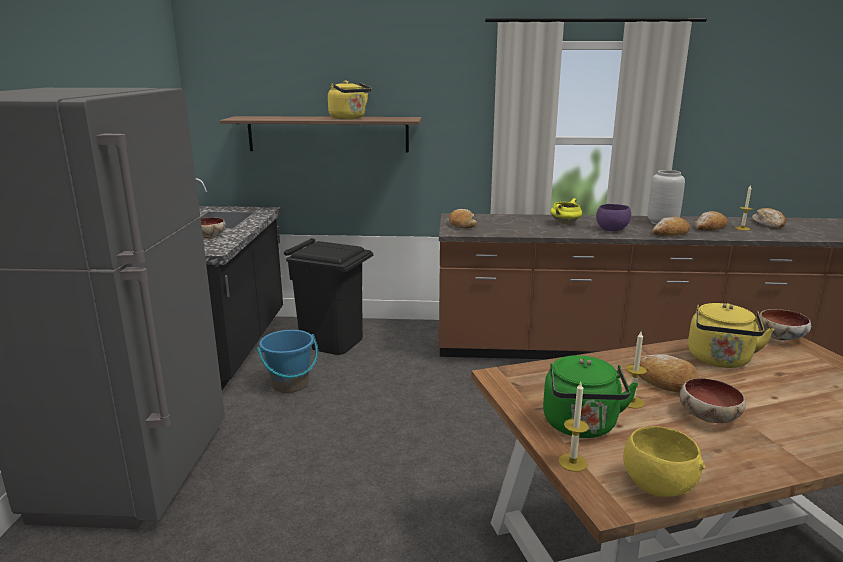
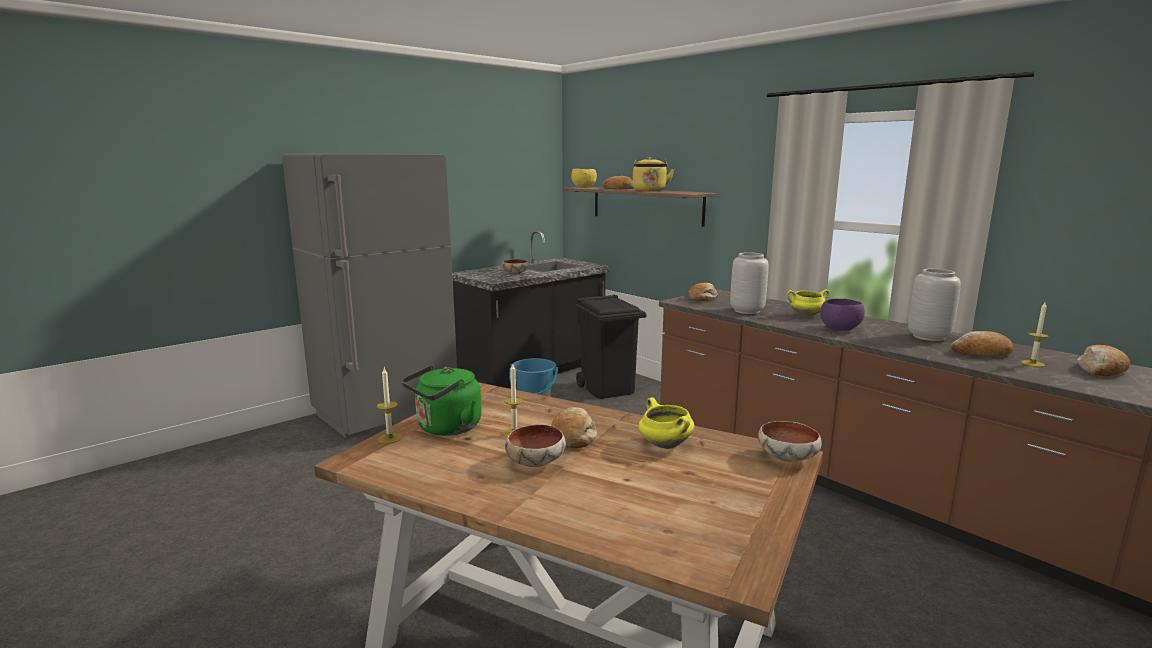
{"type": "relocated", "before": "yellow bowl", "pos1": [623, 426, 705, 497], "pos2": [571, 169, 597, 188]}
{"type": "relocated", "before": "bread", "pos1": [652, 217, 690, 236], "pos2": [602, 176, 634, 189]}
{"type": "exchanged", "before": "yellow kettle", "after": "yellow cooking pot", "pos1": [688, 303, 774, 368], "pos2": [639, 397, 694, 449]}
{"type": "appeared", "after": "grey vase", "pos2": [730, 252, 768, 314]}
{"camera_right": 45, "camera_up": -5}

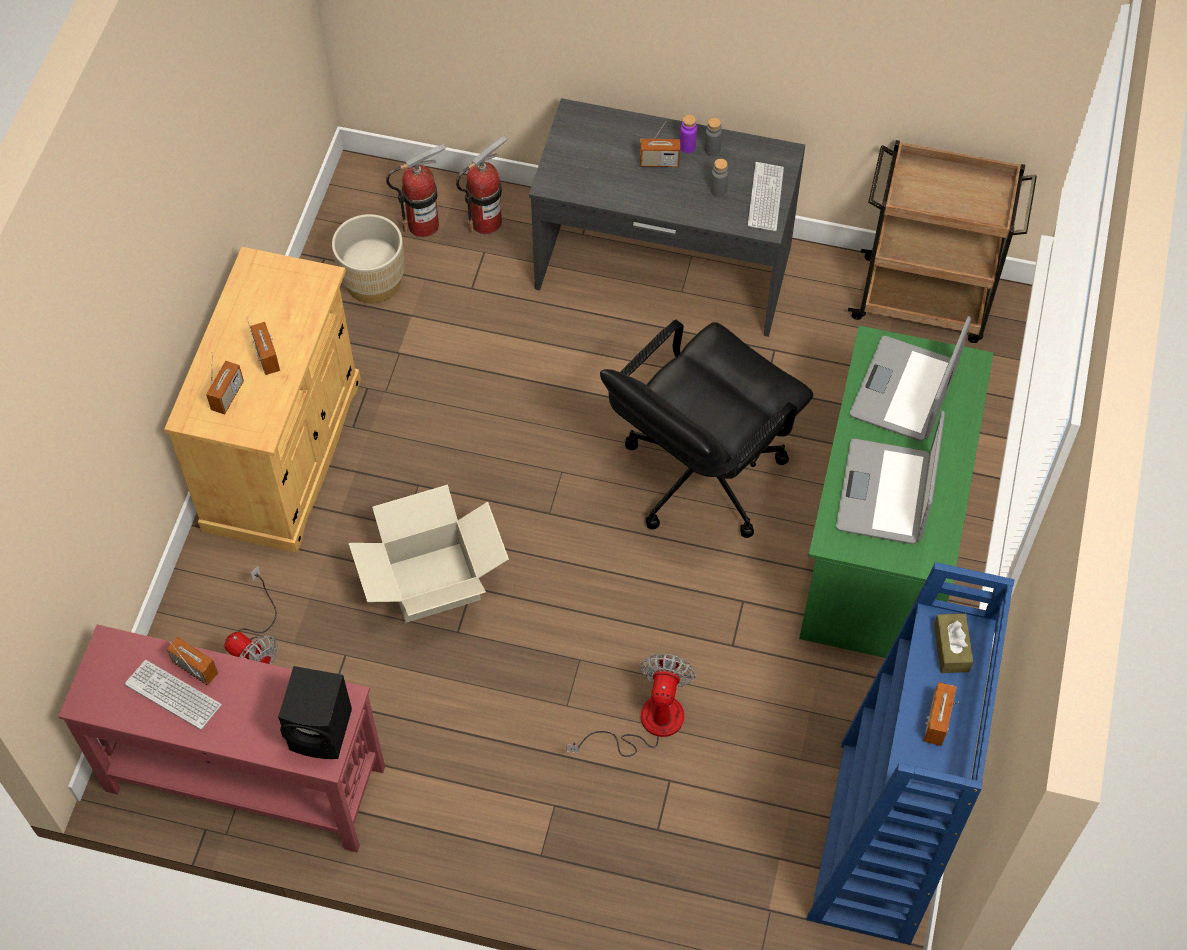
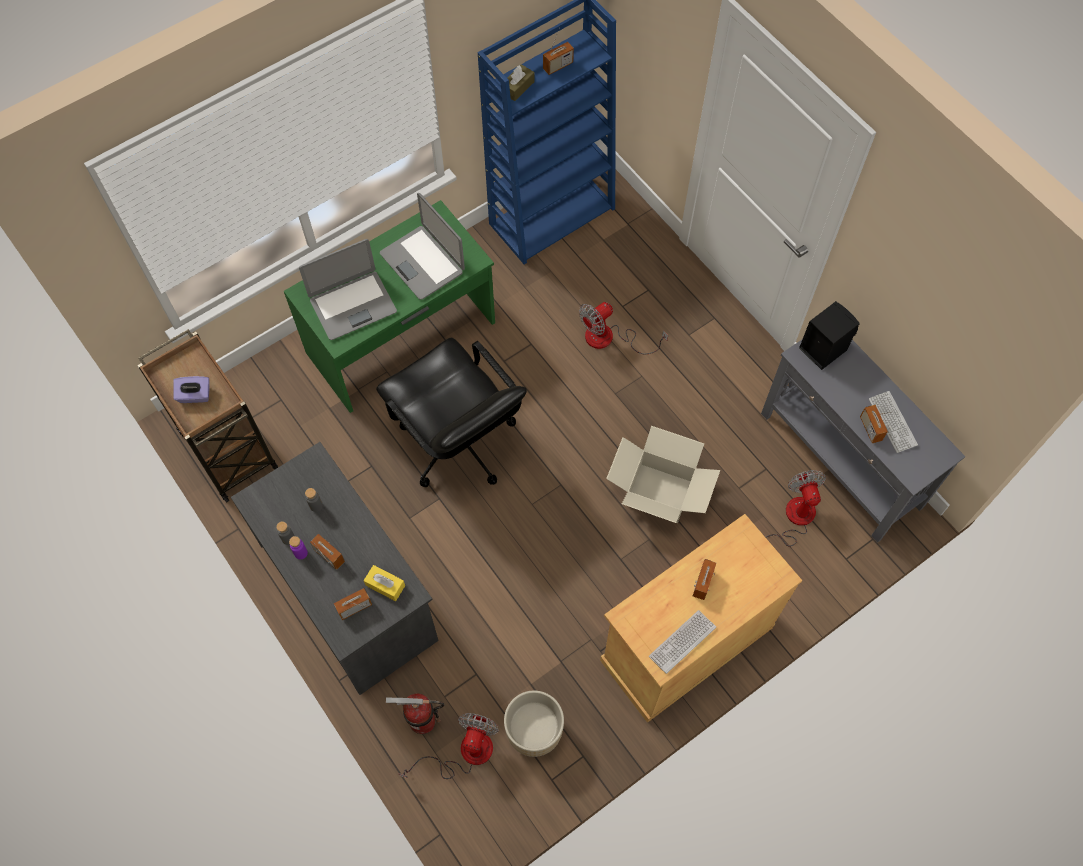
{"type": "appeared", "after": "purple tissue box", "pos2": [173, 376, 210, 403]}
{"type": "relocated", "before": "radio", "pos1": [206, 351, 244, 415], "pos2": [334, 588, 372, 620]}
{"type": "appeared", "after": "yellow tissue box", "pos2": [364, 565, 405, 601]}
{"type": "spun", "before": "black office chair", "pos1": [600, 320, 813, 538], "pos2": [376, 337, 527, 487], "turn": 60}
{"type": "spun", "before": "laptop", "pos1": [836, 410, 945, 544], "pos2": [380, 193, 465, 300], "turn": 90}
{"type": "exchanged", "before": "fire extinguisher", "after": "fan", "pos1": [386, 144, 446, 237], "pos2": [398, 713, 499, 779]}
{"type": "relocated", "before": "keyboard", "pos1": [748, 162, 784, 231], "pos2": [649, 610, 716, 674]}
{"type": "colour", "before": "red console table", "after": "grey console table", "pos1": [58, 624, 385, 852], "pos2": [761, 340, 966, 543]}
{"camera_right": -140, "camera_up": 5}

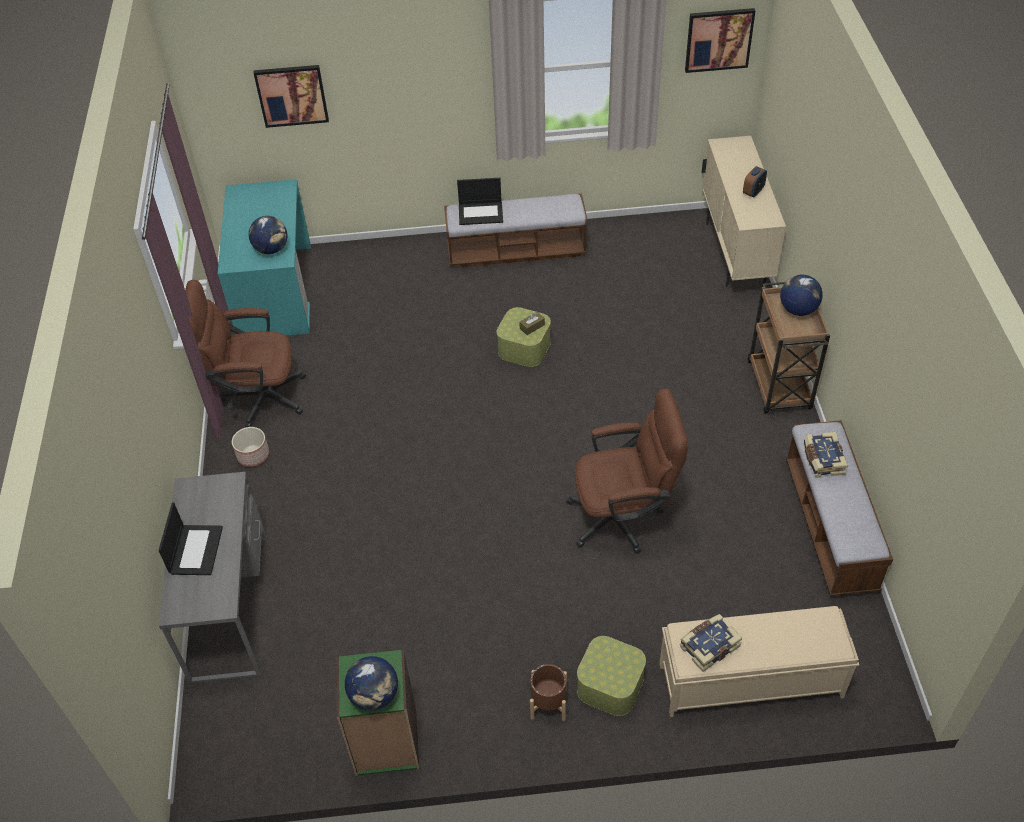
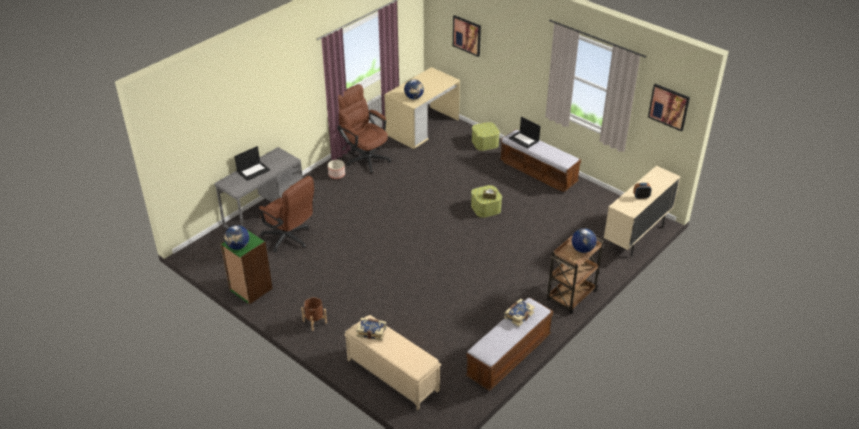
{"type": "relocated", "before": "brown office chair", "pos1": [566, 389, 688, 554], "pos2": [259, 176, 315, 252]}
{"type": "colour", "before": "turquoise desk", "after": "beige desk", "pos1": [218, 179, 311, 336], "pos2": [384, 67, 460, 149]}
{"type": "relocated", "before": "storage box", "pos1": [577, 636, 646, 716], "pos2": [472, 122, 500, 151]}
{"camera_right": 45, "camera_up": -10}

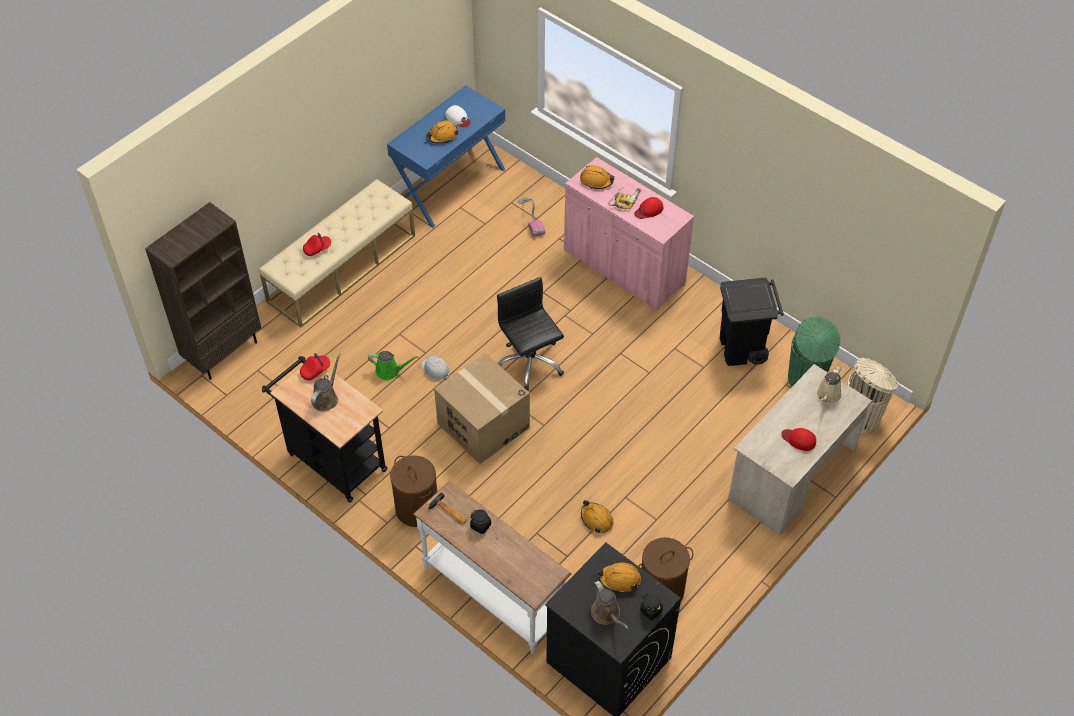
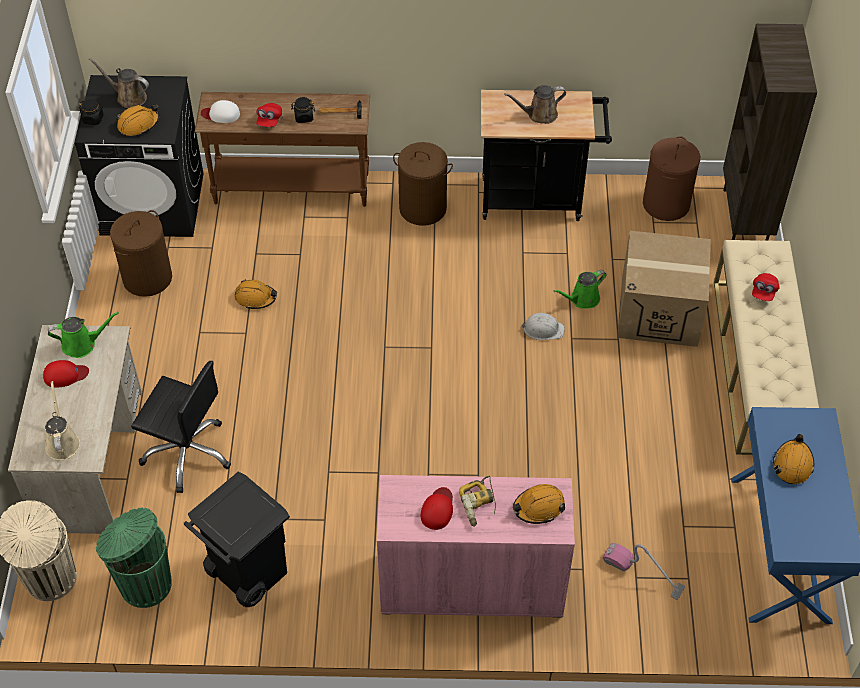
{"type": "appeared", "after": "green watering can", "pos2": [48, 312, 119, 358]}
{"type": "relocated", "before": "black office chair", "pos1": [497, 277, 564, 391], "pos2": [131, 361, 231, 493]}
{"type": "colour", "before": "white console table", "after": "brown console table", "pos1": [413, 480, 572, 654], "pos2": [195, 92, 370, 207]}
{"type": "relocated", "before": "white cap", "pos1": [445, 105, 471, 127], "pos2": [201, 100, 240, 123]}
{"type": "relocated", "before": "red cap", "pos1": [300, 353, 330, 381], "pos2": [256, 103, 282, 127]}
{"type": "spun", "before": "brown watering can", "pos1": [311, 354, 341, 411], "pos2": [504, 85, 566, 124], "turn": 90}
{"type": "relocated", "before": "cardboard box", "pos1": [434, 353, 530, 464], "pos2": [617, 231, 711, 347]}
{"type": "appeared", "after": "brown laundry basket", "pos2": [643, 136, 700, 221]}
{"camera_right": 140, "camera_up": 0}

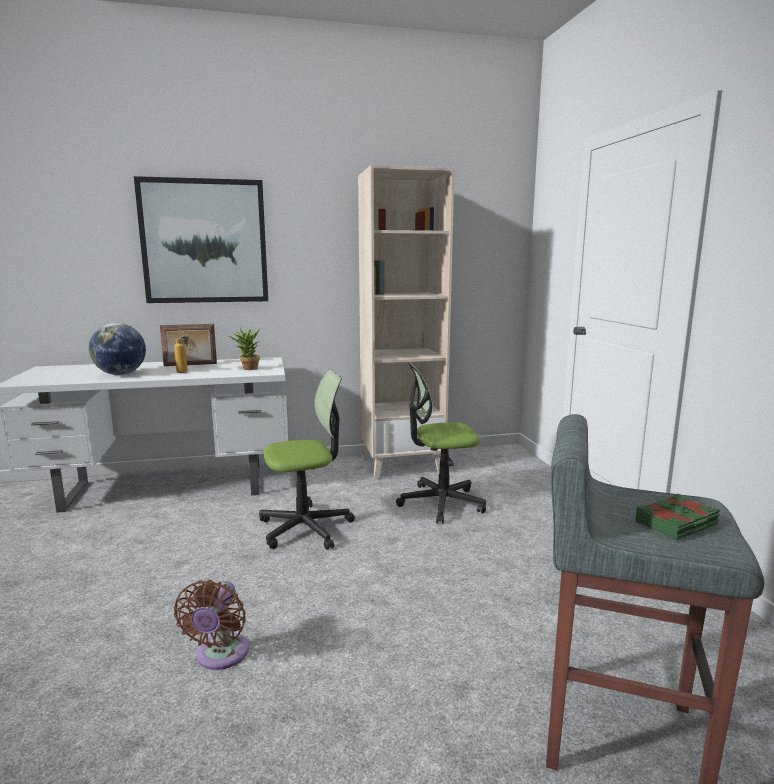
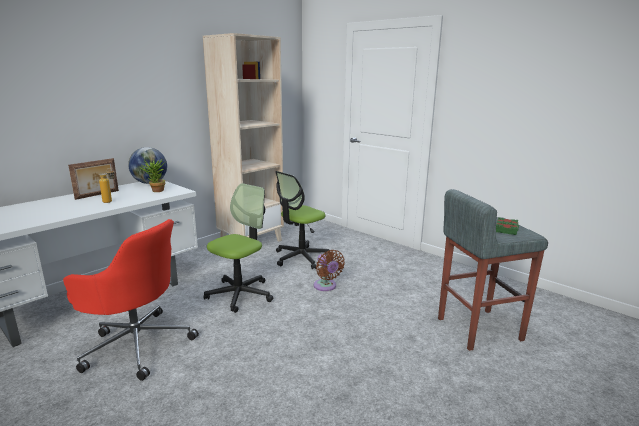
{"type": "appeared", "after": "red office chair", "pos2": [63, 219, 199, 381]}
{"type": "relocated", "before": "globe", "pos1": [89, 323, 146, 375], "pos2": [128, 147, 167, 184]}
{"type": "relocated", "before": "brown fan", "pos1": [174, 580, 249, 670], "pos2": [314, 250, 345, 291]}
{"type": "missing", "before": "picture", "pos1": [134, 176, 268, 303]}
{"camera_right": -35, "camera_up": 5}

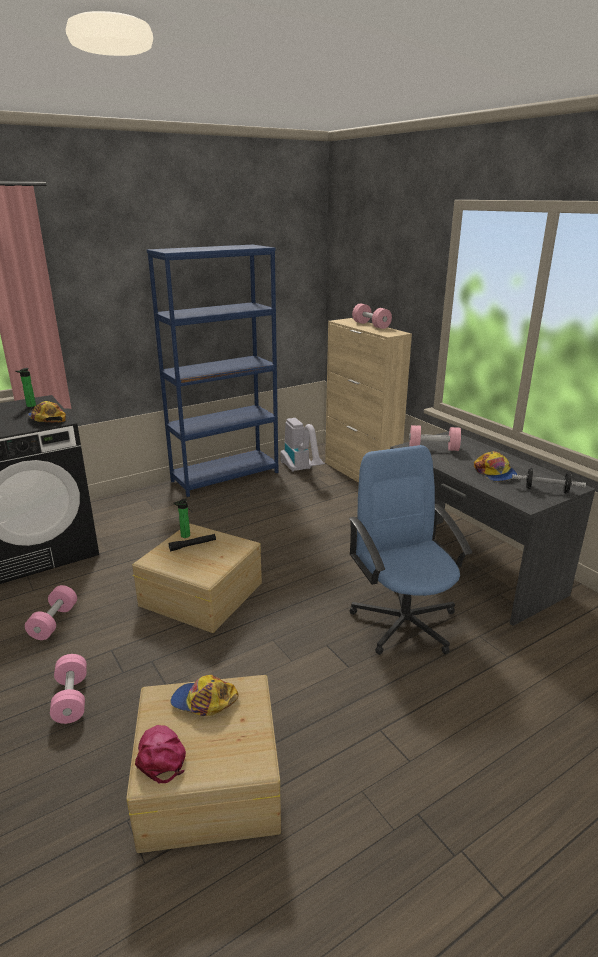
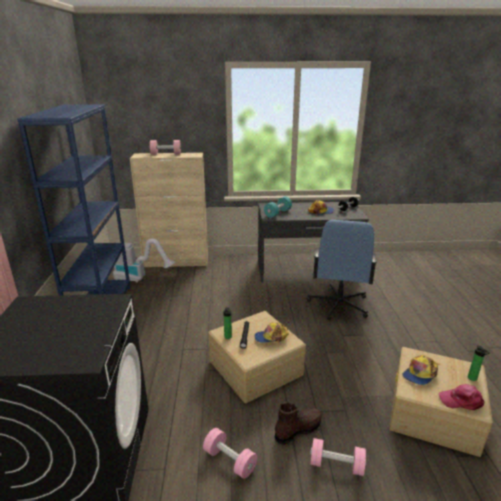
{"type": "relocated", "before": "cap", "pos1": [28, 401, 66, 422], "pos2": [255, 322, 289, 343]}
{"type": "colour", "before": "pink dumbbell", "after": "turquoise dumbbell", "pos1": [409, 425, 461, 451], "pos2": [264, 196, 292, 218]}
{"type": "appeared", "after": "brown boot", "pos2": [275, 402, 322, 445]}
{"type": "spun", "before": "blue office chair", "pos1": [349, 445, 472, 655], "pos2": [307, 220, 377, 320], "turn": -90}
{"type": "relocated", "before": "bottle", "pos1": [15, 368, 36, 407], "pos2": [468, 345, 490, 381]}
{"camera_right": -60, "camera_up": 0}

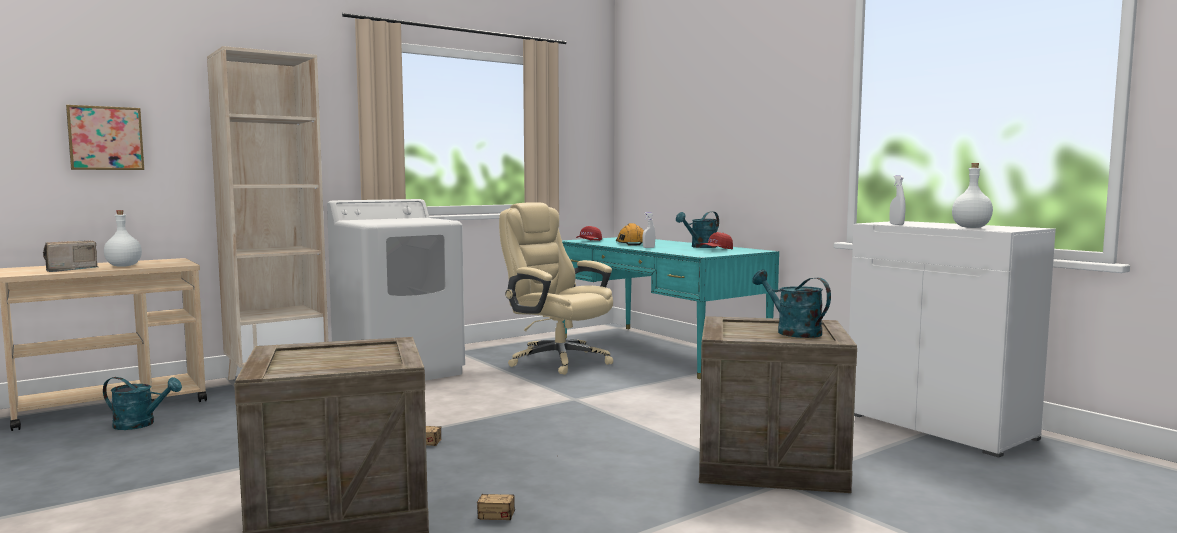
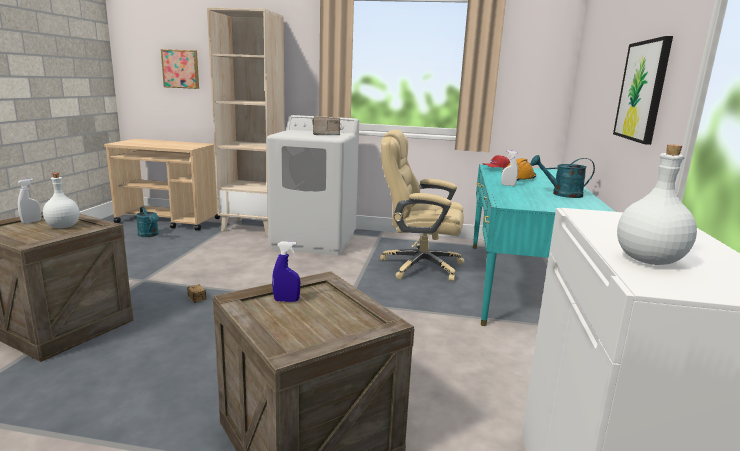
{"type": "relocated", "before": "white spray bottle", "pos1": [889, 175, 906, 225], "pos2": [18, 179, 41, 224]}
{"type": "relocated", "before": "white bottle", "pos1": [104, 210, 142, 267], "pos2": [43, 173, 80, 228]}
{"type": "appeared", "after": "blue spray bottle", "pos2": [272, 241, 300, 302]}
{"type": "relocated", "before": "radio", "pos1": [43, 240, 98, 272], "pos2": [312, 117, 340, 135]}
{"type": "spun", "before": "beige office chair", "pos1": [499, 202, 613, 375], "pos2": [380, 130, 465, 282], "turn": -75}
{"type": "appeared", "after": "picture", "pos2": [613, 36, 673, 145]}
{"type": "missing", "before": "storage box", "pos1": [477, 456, 558, 520]}
{"type": "missing", "before": "red cap", "pos1": [700, 232, 733, 249]}
{"type": "missing", "before": "turquoise watering can", "pos1": [752, 270, 831, 338]}
{"camera_right": 45, "camera_up": 10}

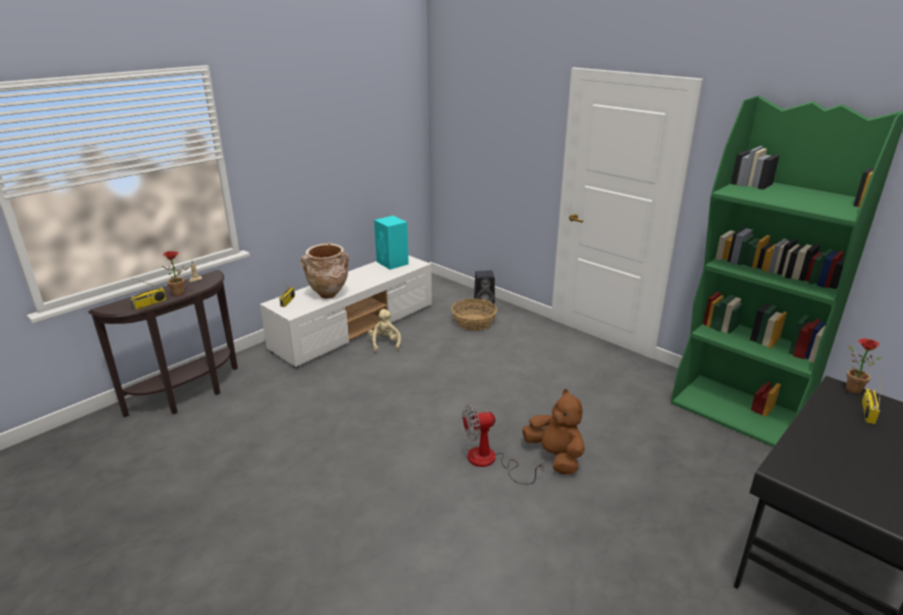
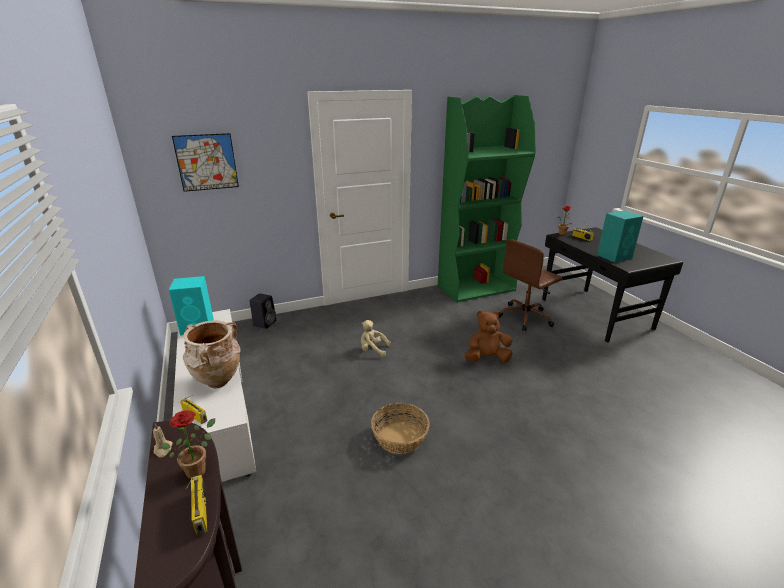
{"type": "appeared", "after": "picture", "pos2": [172, 133, 239, 192]}
{"type": "relocated", "before": "beige plush toy", "pos1": [368, 309, 401, 352], "pos2": [361, 320, 391, 357]}
{"type": "relocated", "before": "basket", "pos1": [451, 298, 497, 331], "pos2": [371, 403, 430, 454]}
{"type": "appeared", "after": "brown office chair", "pos2": [498, 239, 563, 331]}
{"type": "appeared", "after": "turquoise speaker", "pos2": [597, 210, 644, 263]}
{"type": "missing", "before": "fan", "pos1": [462, 405, 544, 485]}
{"camera_right": -65, "camera_up": 0}

